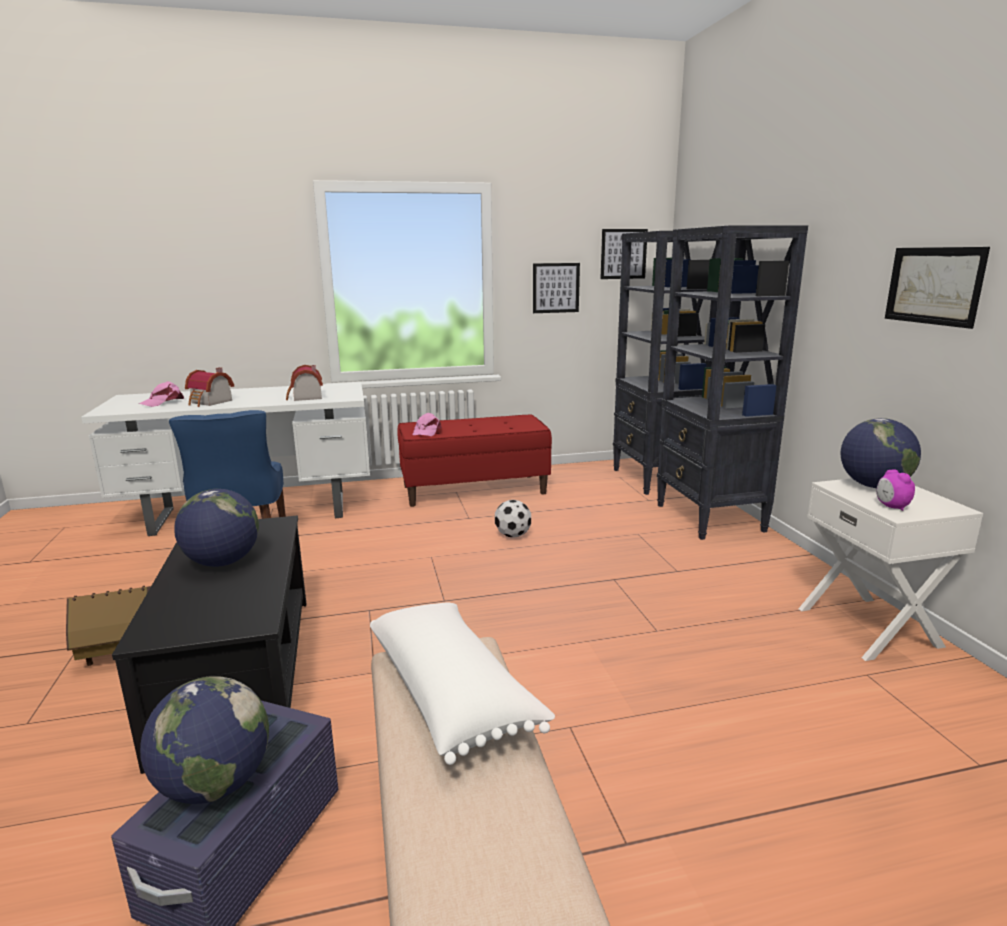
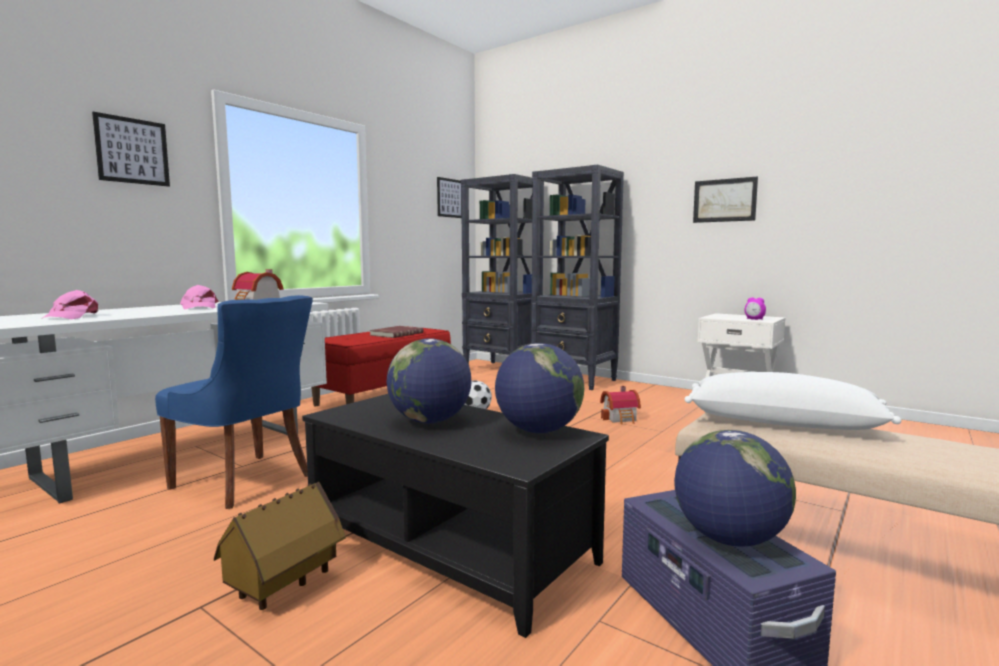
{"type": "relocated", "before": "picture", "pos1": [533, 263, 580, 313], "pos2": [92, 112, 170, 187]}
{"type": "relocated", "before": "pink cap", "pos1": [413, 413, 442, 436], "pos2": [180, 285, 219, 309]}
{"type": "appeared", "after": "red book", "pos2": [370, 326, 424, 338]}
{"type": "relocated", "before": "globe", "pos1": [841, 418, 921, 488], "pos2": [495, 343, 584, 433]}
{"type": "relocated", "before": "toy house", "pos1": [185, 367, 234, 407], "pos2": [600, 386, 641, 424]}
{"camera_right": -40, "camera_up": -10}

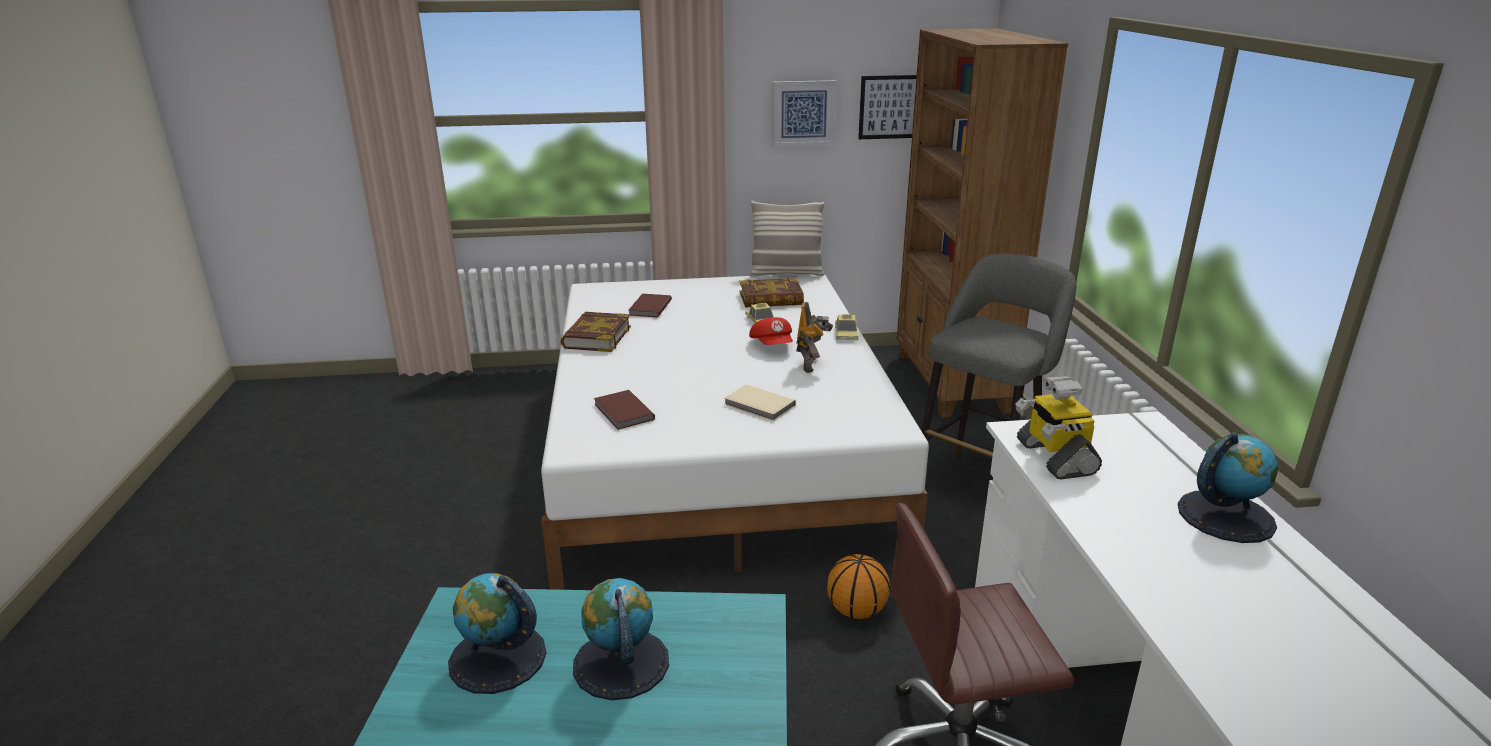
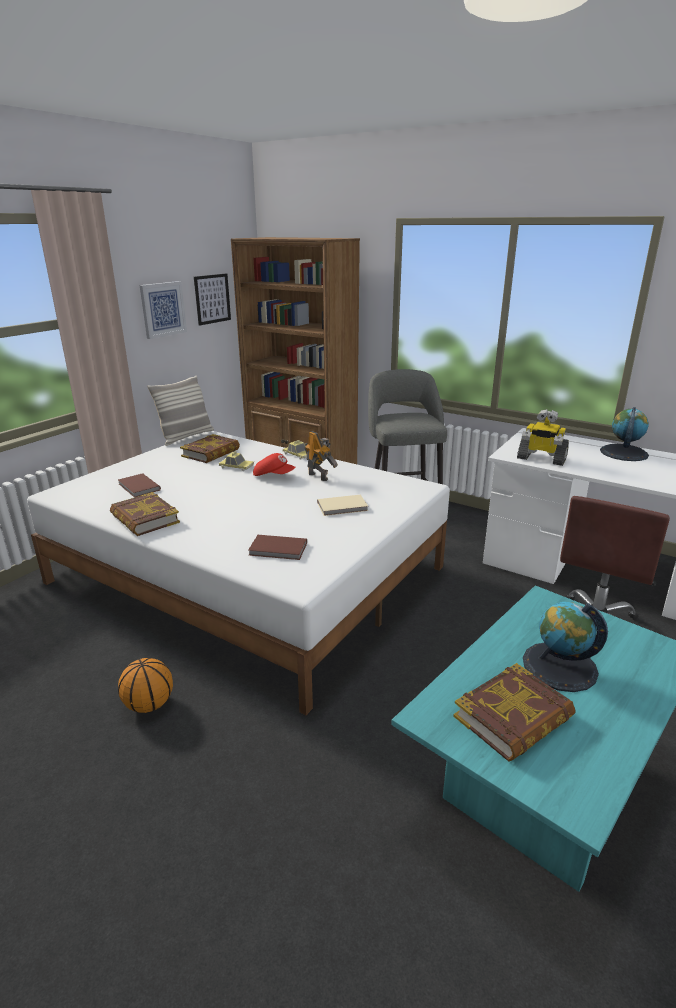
{"type": "relocated", "before": "basketball", "pos1": [827, 554, 890, 619], "pos2": [118, 658, 173, 713]}
{"type": "exchanged", "before": "globe", "after": "book", "pos1": [448, 573, 546, 694], "pos2": [453, 663, 576, 762]}
{"camera_right": -50, "camera_up": 0}

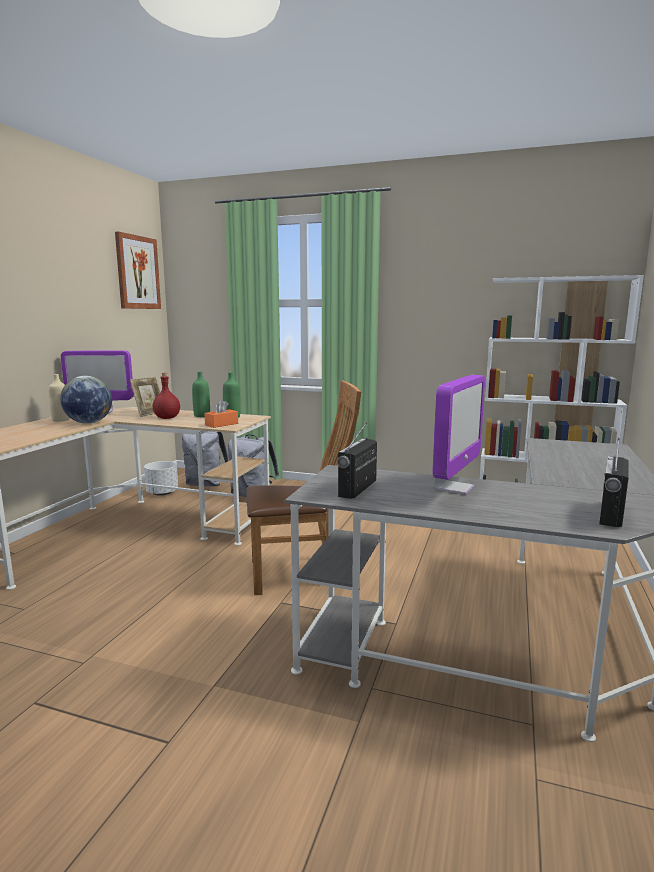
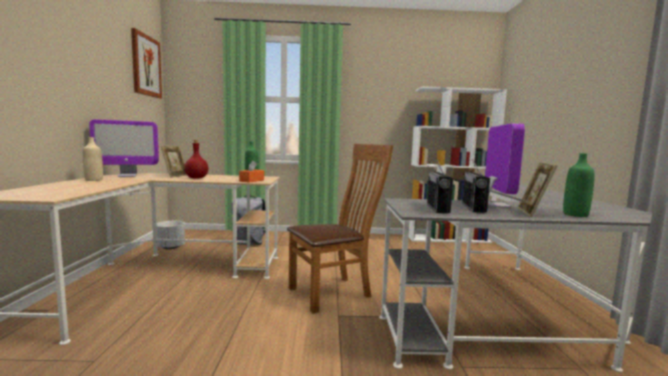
{"type": "relocated", "before": "radio", "pos1": [599, 438, 629, 527], "pos2": [462, 159, 490, 213]}
{"type": "appeared", "after": "picture frame", "pos2": [518, 162, 557, 217]}
{"type": "relocated", "before": "green bottle", "pos1": [192, 372, 210, 417], "pos2": [563, 153, 595, 217]}
{"type": "missing", "before": "globe", "pos1": [60, 376, 112, 424]}
{"type": "missing", "before": "grey backpack", "pos1": [182, 431, 229, 487]}
{"camera_right": -20, "camera_up": -5}

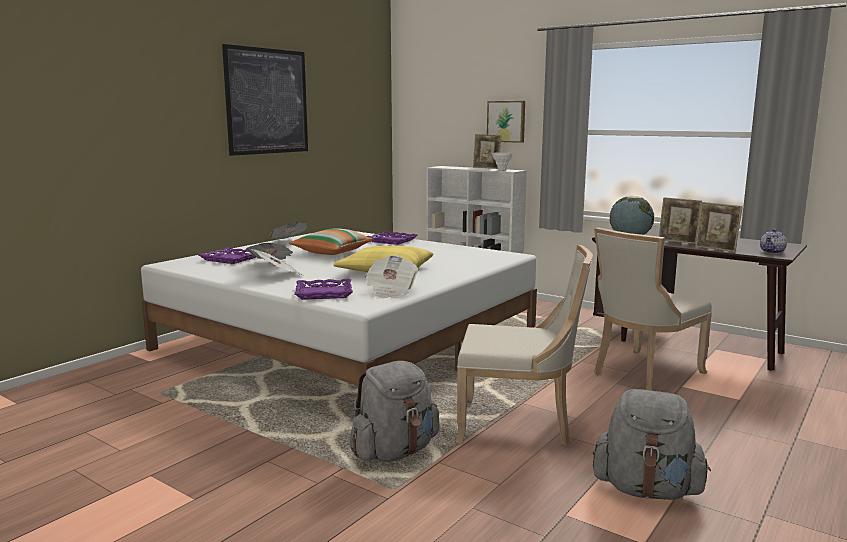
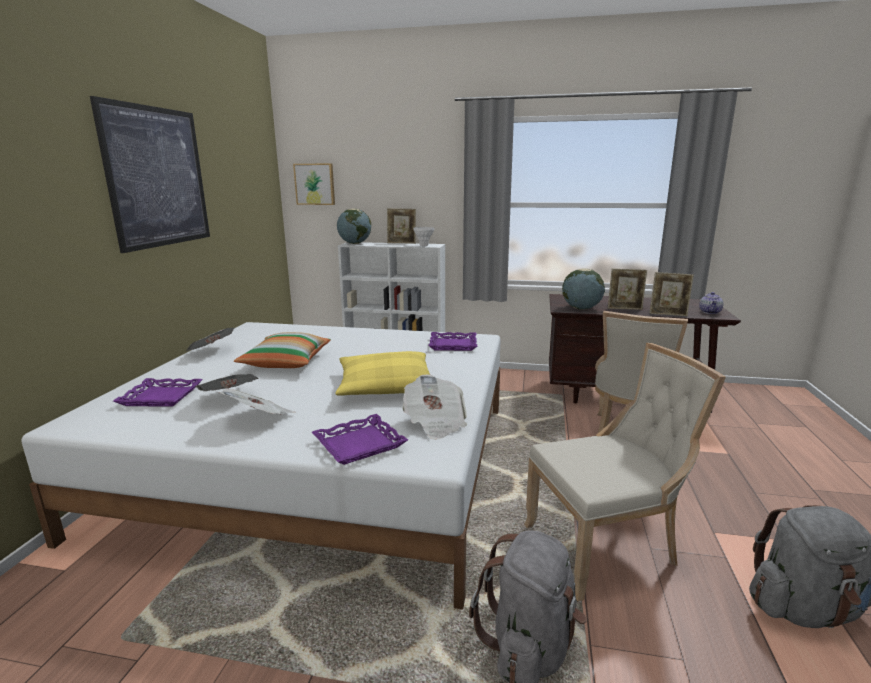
{"type": "relocated", "before": "picture", "pos1": [487, 101, 525, 143], "pos2": [293, 163, 335, 205]}
{"type": "appeared", "after": "globe", "pos2": [337, 208, 371, 244]}
{"type": "relocated", "before": "purple tray", "pos1": [367, 231, 418, 245], "pos2": [429, 332, 477, 351]}
{"camera_right": -25, "camera_up": 5}

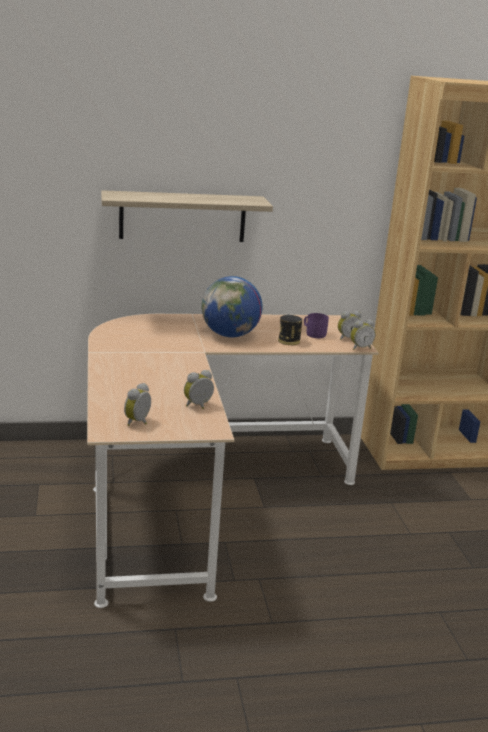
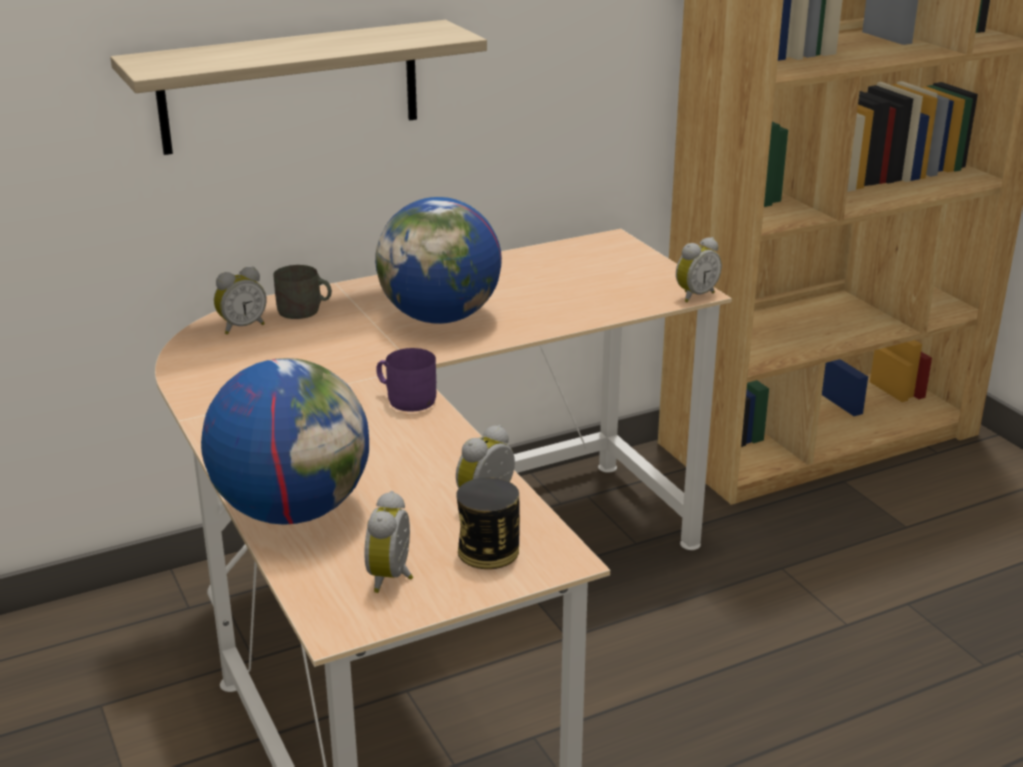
{"type": "appeared", "after": "globe", "pos2": [201, 358, 369, 525]}
{"type": "relocated", "before": "alarm clock", "pos1": [338, 311, 361, 340], "pos2": [214, 266, 267, 335]}
{"type": "appeared", "after": "grey mug", "pos2": [273, 265, 332, 319]}
{"type": "relocated", "before": "purple mug", "pos1": [304, 313, 329, 338], "pos2": [376, 348, 436, 412]}
{"type": "relocated", "before": "can", "pos1": [278, 315, 302, 345], "pos2": [456, 477, 520, 569]}
{"camera_right": -15, "camera_up": 5}

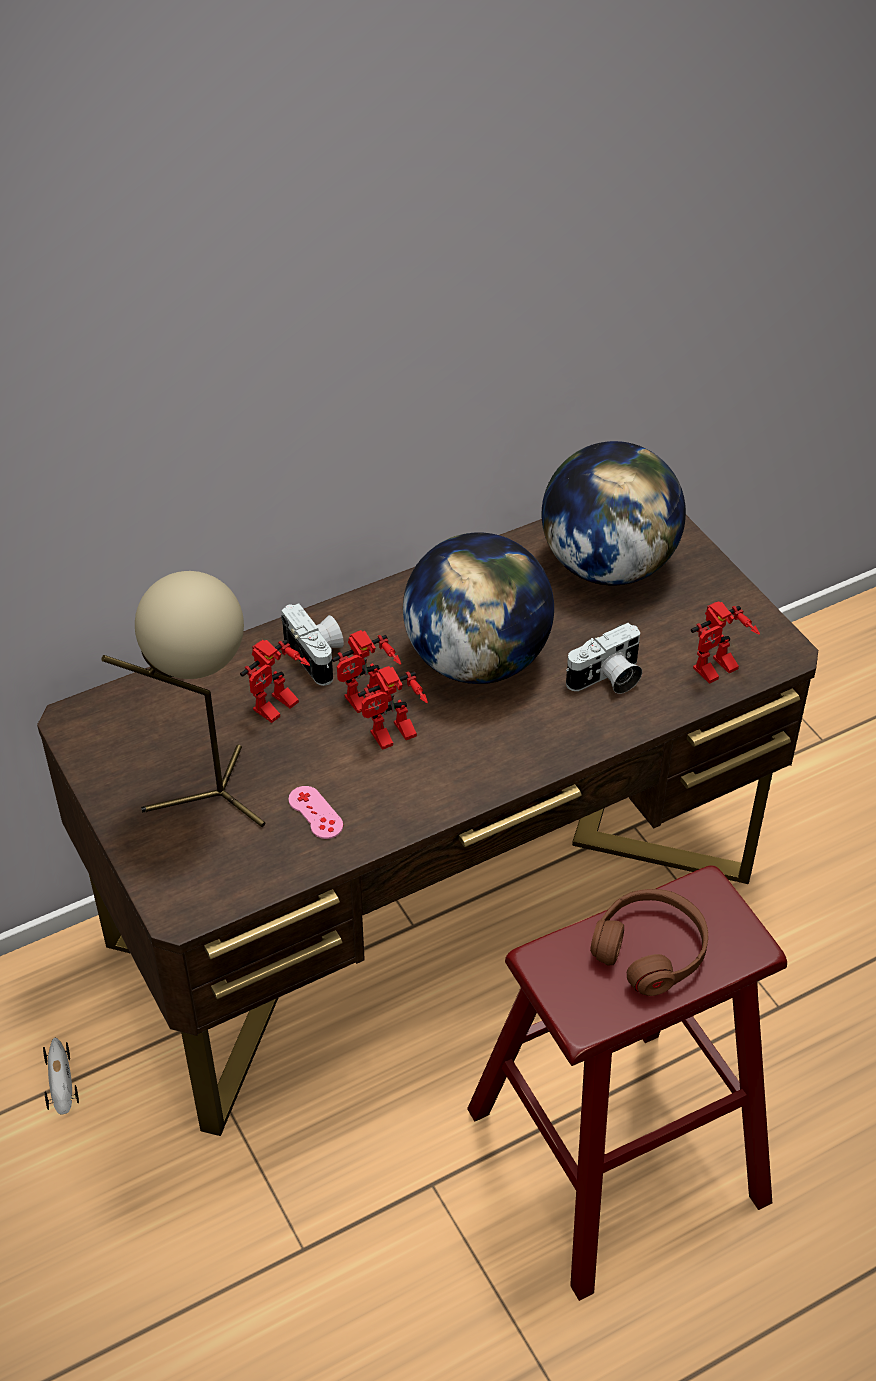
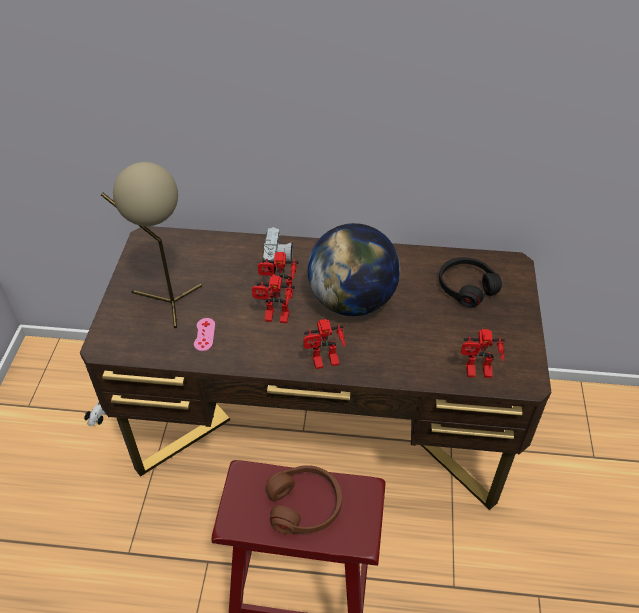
{"type": "relocated", "before": "toy robot", "pos1": [240, 640, 310, 723], "pos2": [304, 319, 345, 369]}
{"type": "exchanged", "before": "globe", "after": "black headphones", "pos1": [542, 441, 686, 586], "pos2": [439, 257, 502, 307]}
{"type": "missing", "before": "photo camera", "pos1": [566, 623, 642, 694]}
{"camera_right": 35, "camera_up": 0}

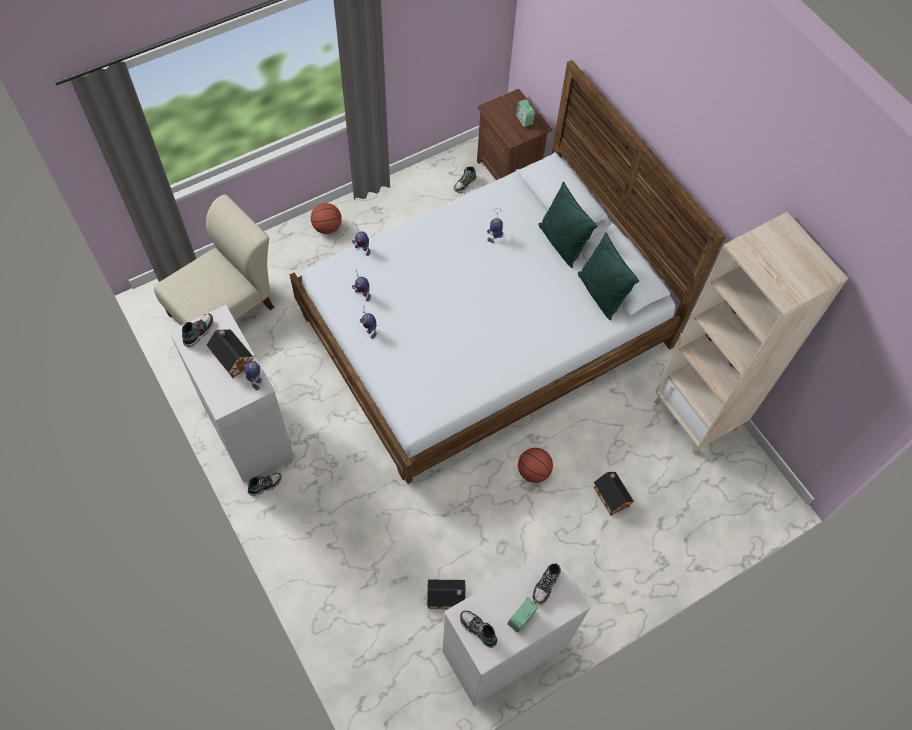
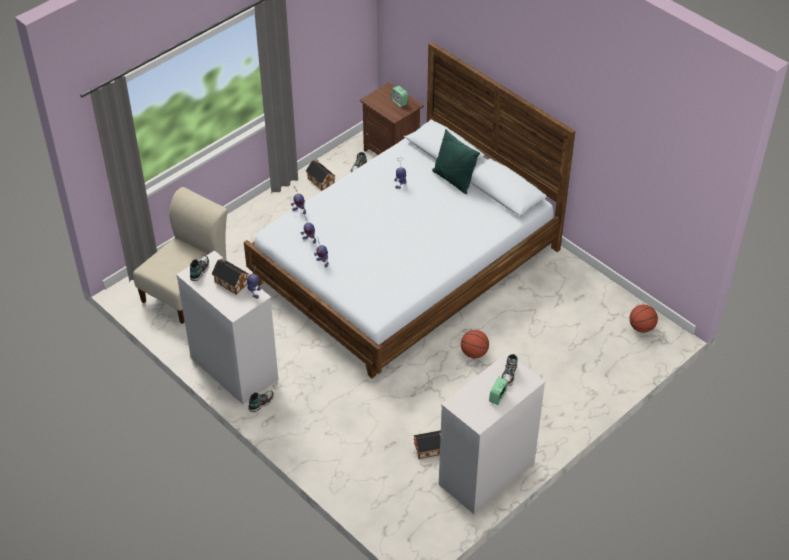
{"type": "relocated", "before": "toy house", "pos1": [594, 472, 634, 516], "pos2": [306, 159, 335, 191]}
{"type": "relocated", "before": "basketball", "pos1": [311, 203, 342, 234], "pos2": [629, 305, 658, 333]}
{"type": "missing", "before": "shoe", "pos1": [460, 610, 498, 648]}
{"type": "missing", "before": "green pillow", "pos1": [578, 232, 639, 320]}
{"type": "missing", "before": "beige bookcase", "pos1": [654, 212, 848, 455]}
{"camera_right": -10, "camera_up": -15}

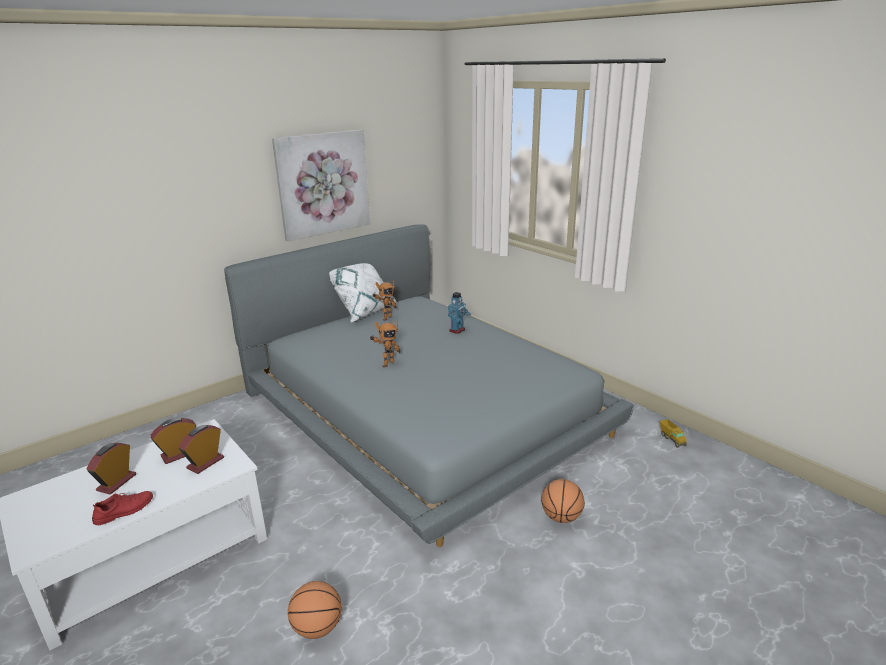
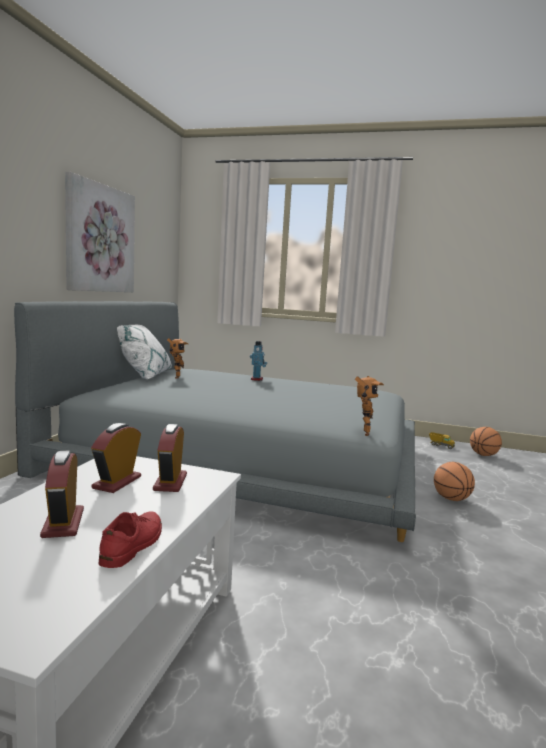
{"type": "relocated", "before": "toy robot", "pos1": [370, 320, 400, 367], "pos2": [355, 376, 384, 436]}
{"type": "relocated", "before": "basketball", "pos1": [288, 581, 342, 639], "pos2": [470, 427, 502, 456]}
{"camera_right": -35, "camera_up": -15}

